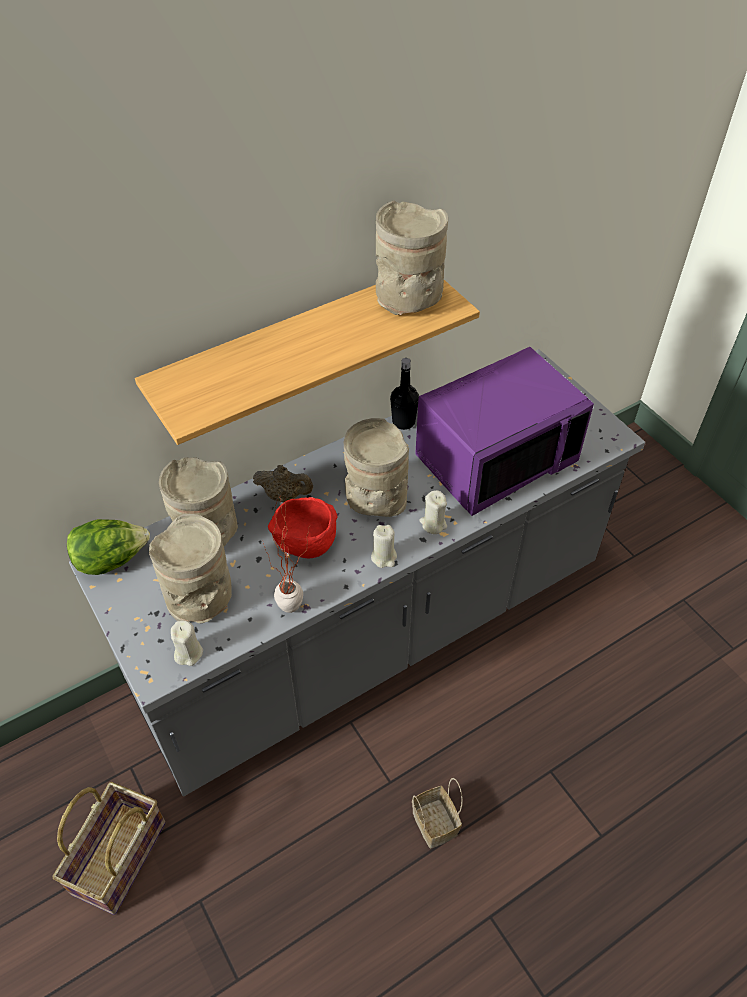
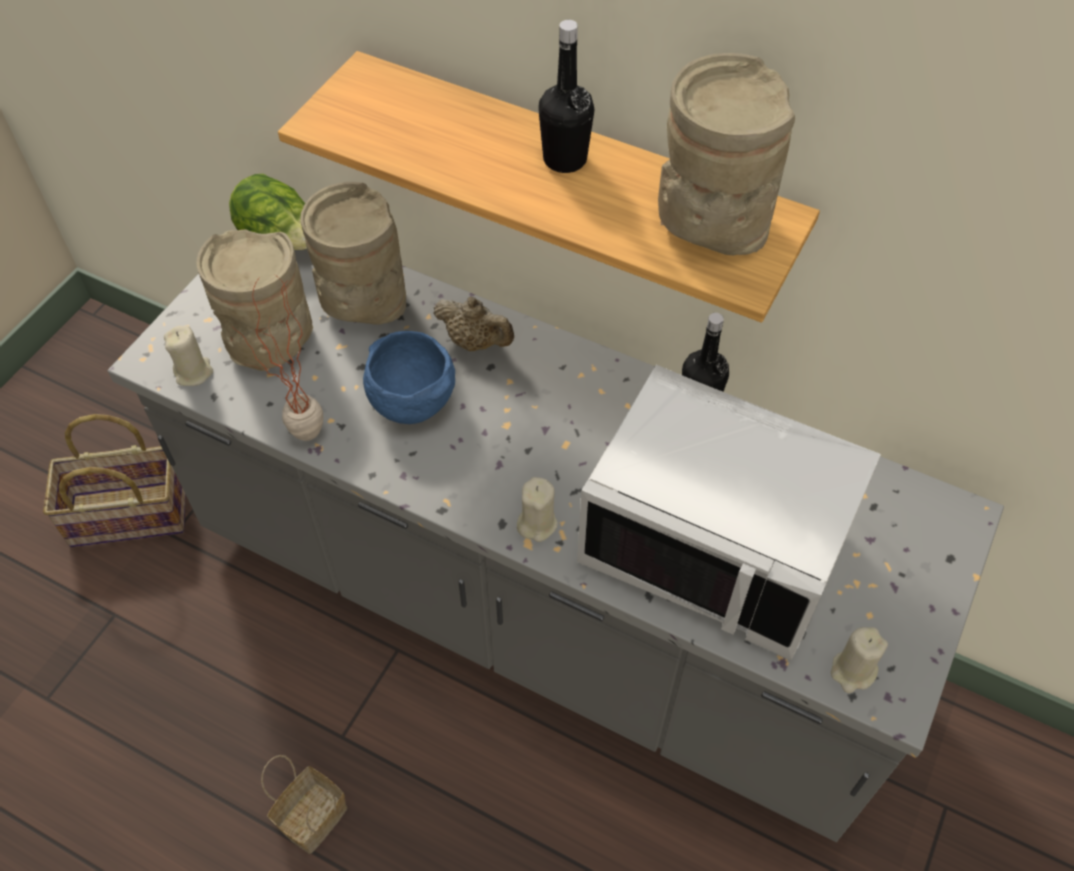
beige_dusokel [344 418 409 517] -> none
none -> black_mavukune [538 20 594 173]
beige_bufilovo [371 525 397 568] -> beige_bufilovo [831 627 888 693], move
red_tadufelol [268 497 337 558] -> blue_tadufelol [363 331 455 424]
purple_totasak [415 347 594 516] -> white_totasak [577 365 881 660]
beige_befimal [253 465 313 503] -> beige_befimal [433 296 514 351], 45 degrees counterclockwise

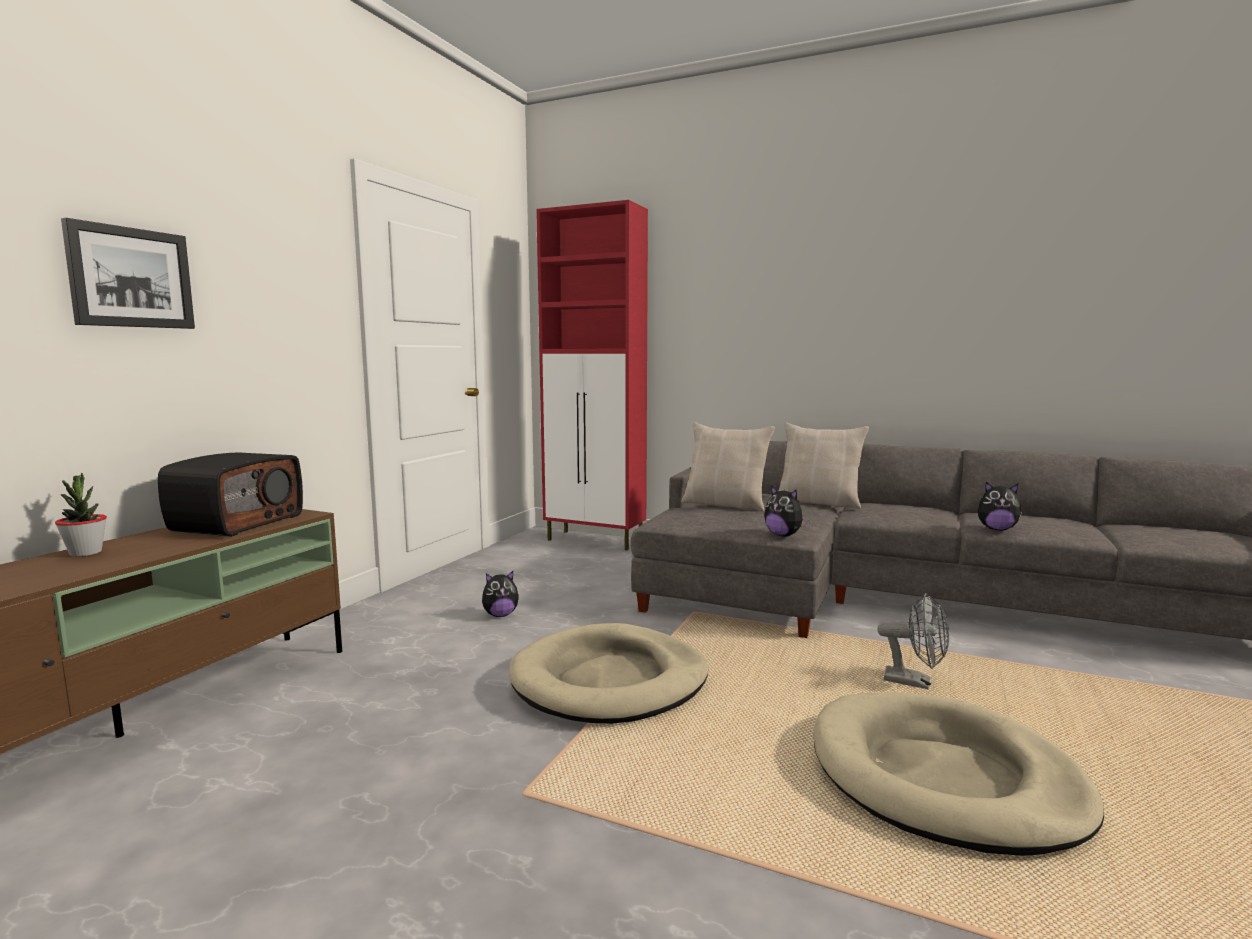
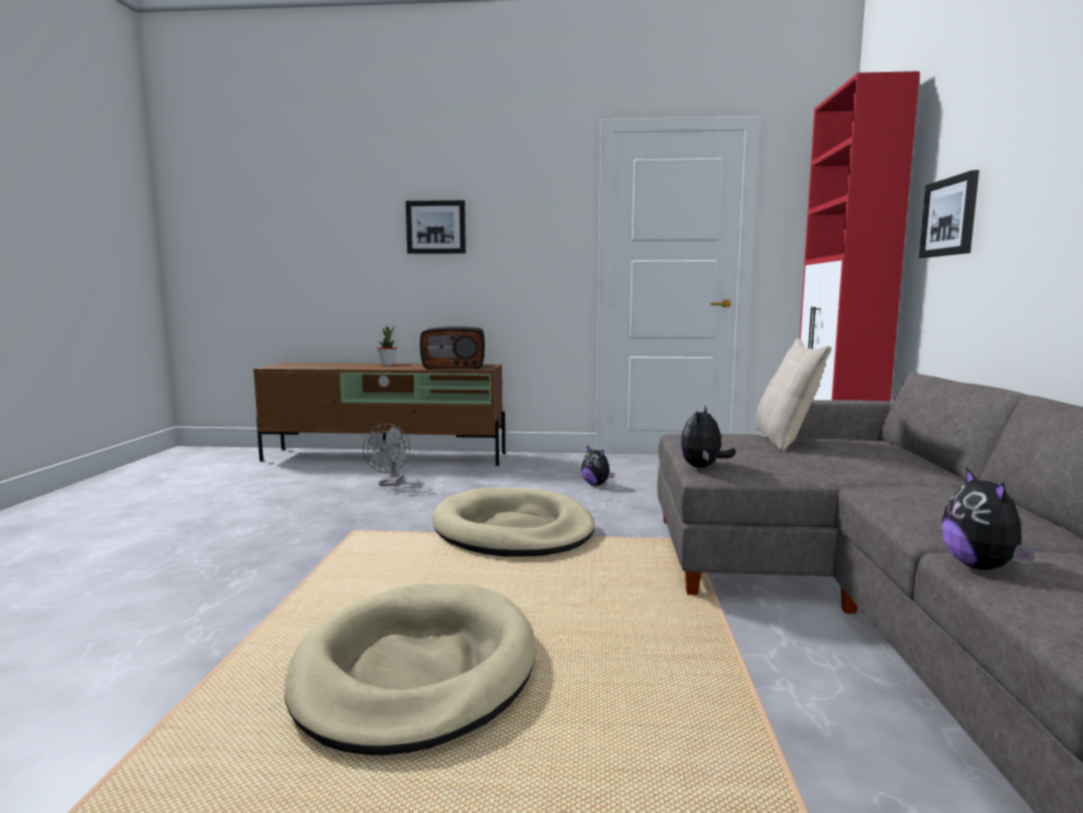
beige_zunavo [779 423 869 509] -> none
none -> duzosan [919 170 979 258]
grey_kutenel [877 593 949 689] -> grey_kutenel [363 424 410 486], move

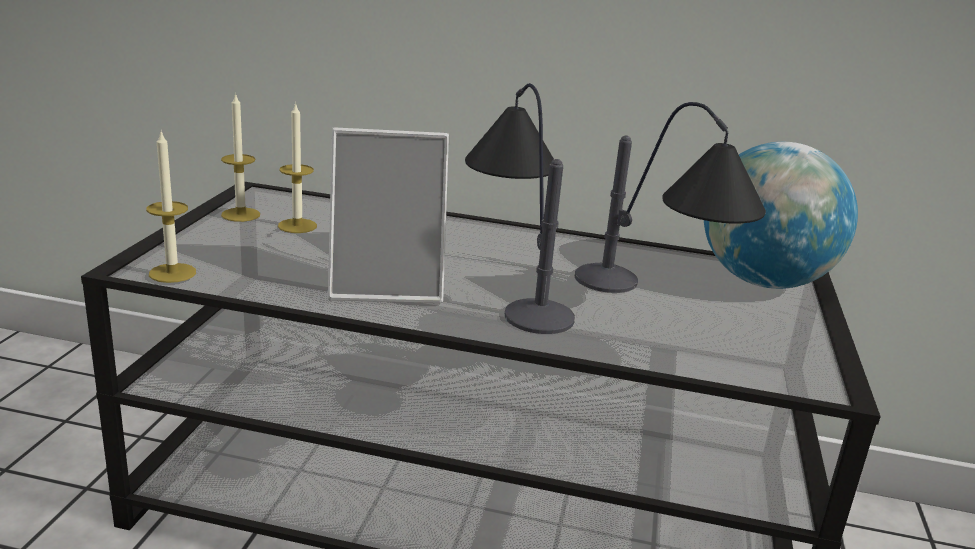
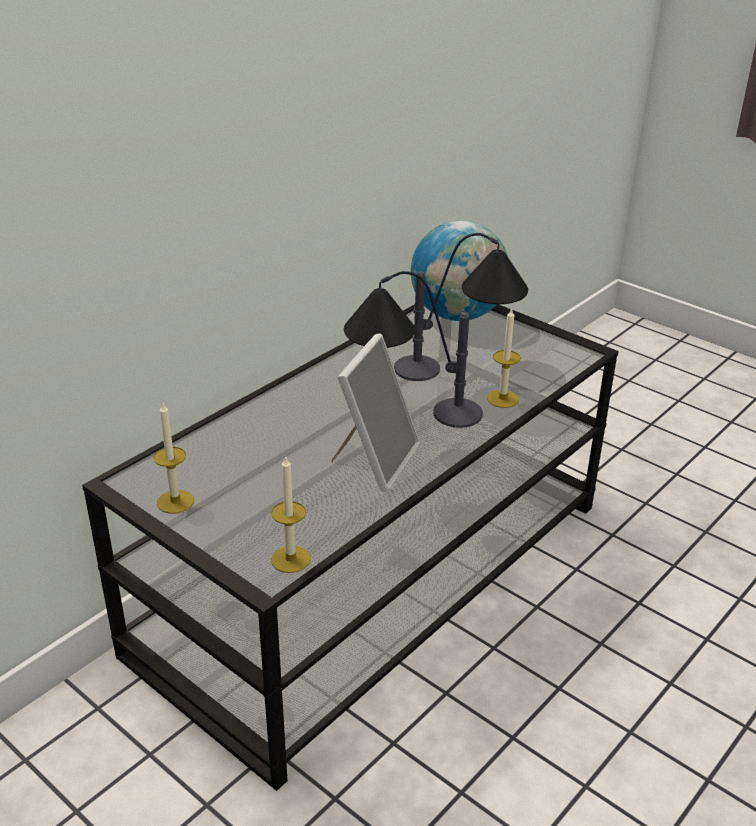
bufilovo [278 102 317 233] -> bufilovo [487 307 521 408], move

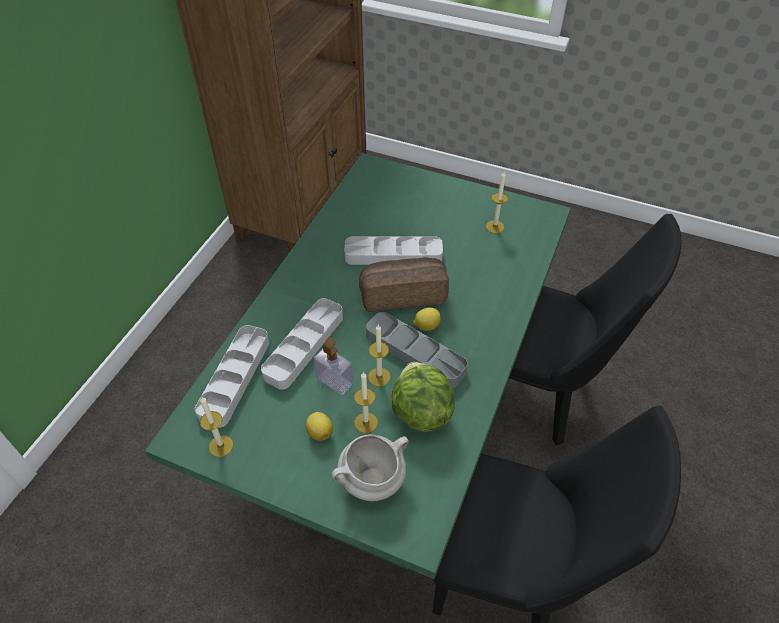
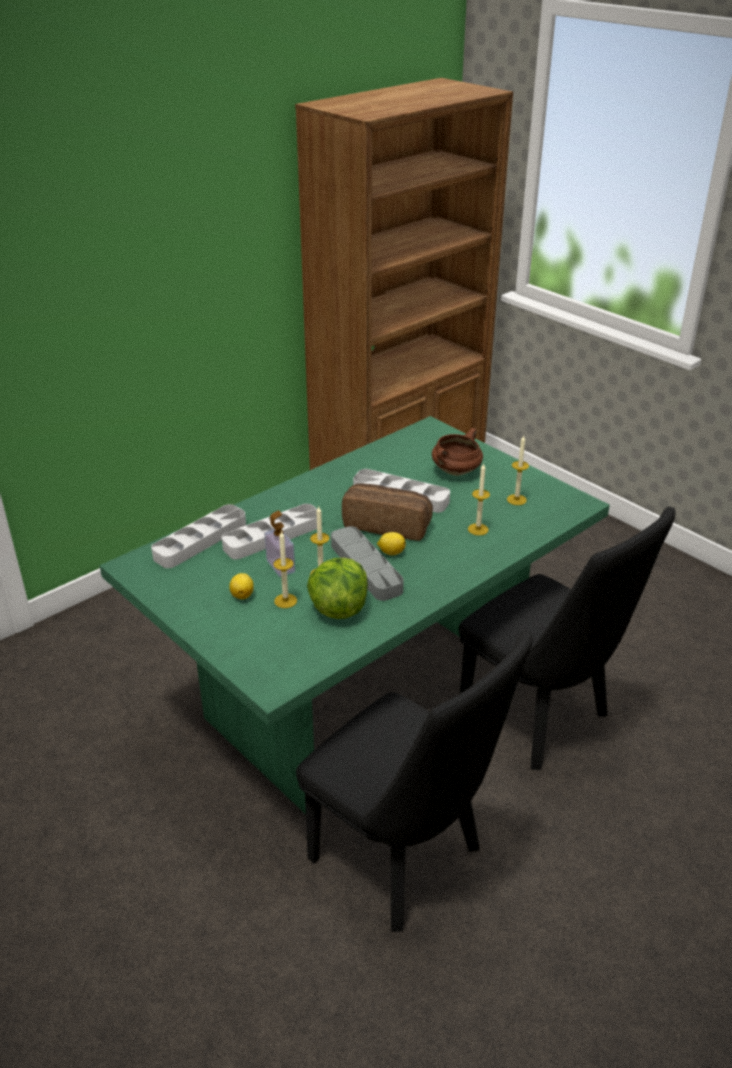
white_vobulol [331 434 409 501] -> none
none -> brown_vobulol [432 428 483 476]
bufilovo [200 396 233 457] -> bufilovo [468 463 490 536], move

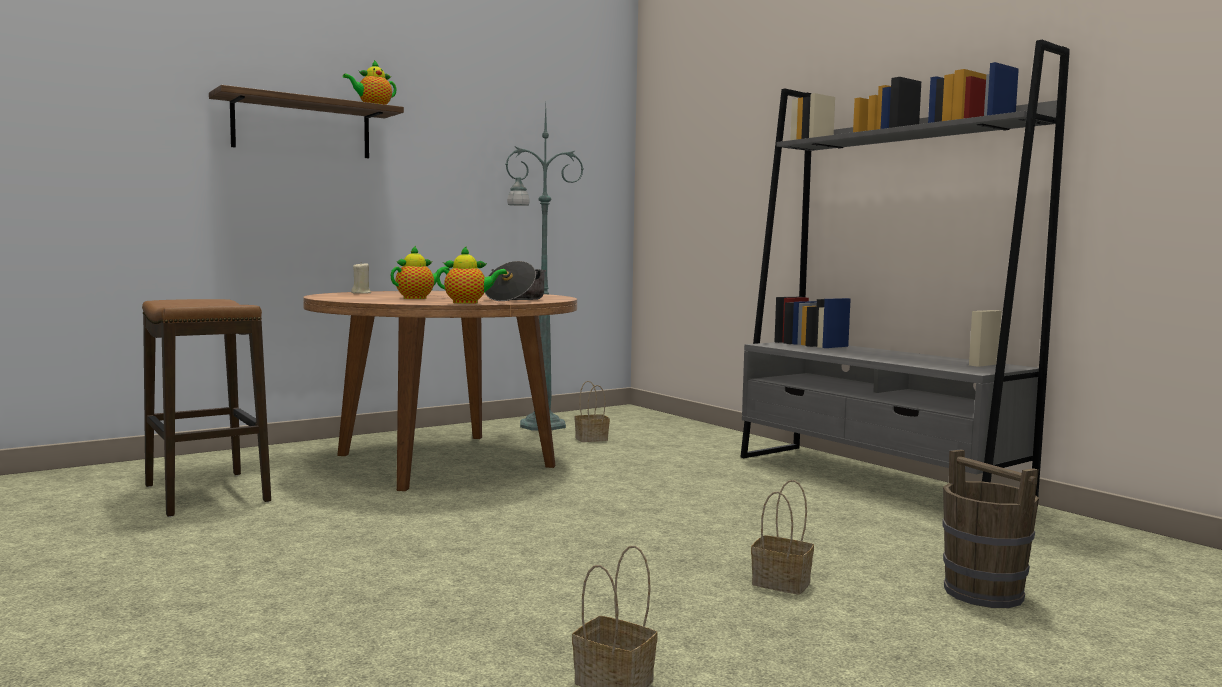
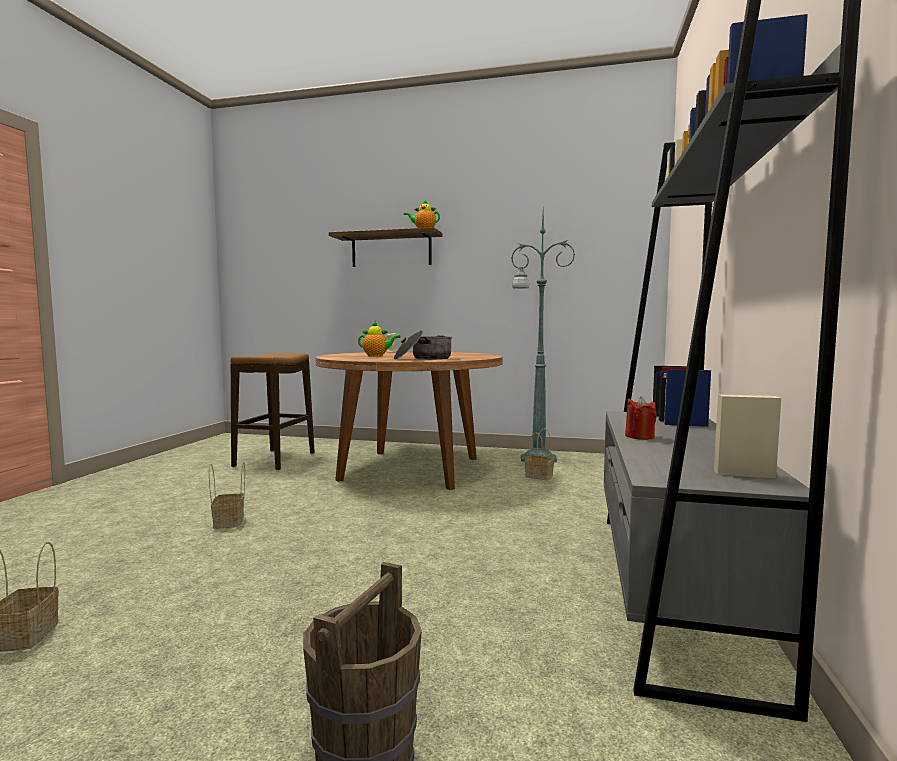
befimal [436 246 507 304] -> none
none -> red_bufilovo [625 396 657 440]
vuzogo [751 480 814 595] -> vuzogo [209 462 245 529], move

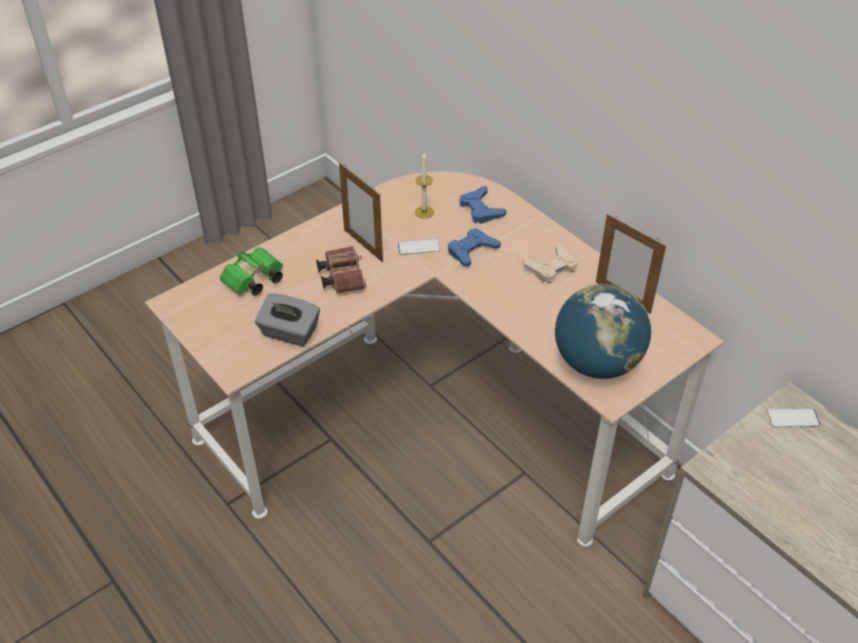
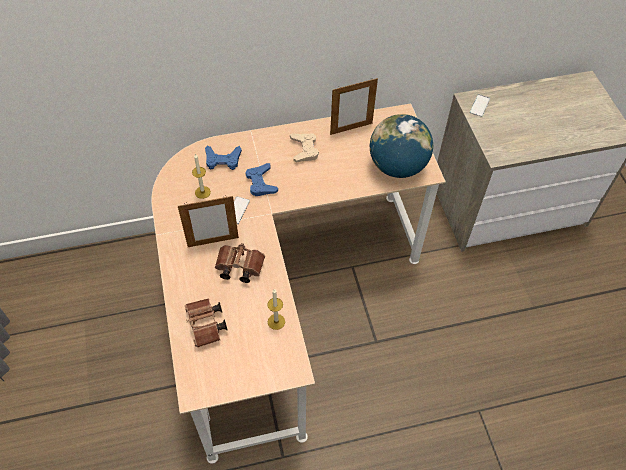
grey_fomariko [255 294 320 346] -> bufilovo [267 289 285 330]
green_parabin [220 247 283 296] -> brown_parabin [185 298 228 348]

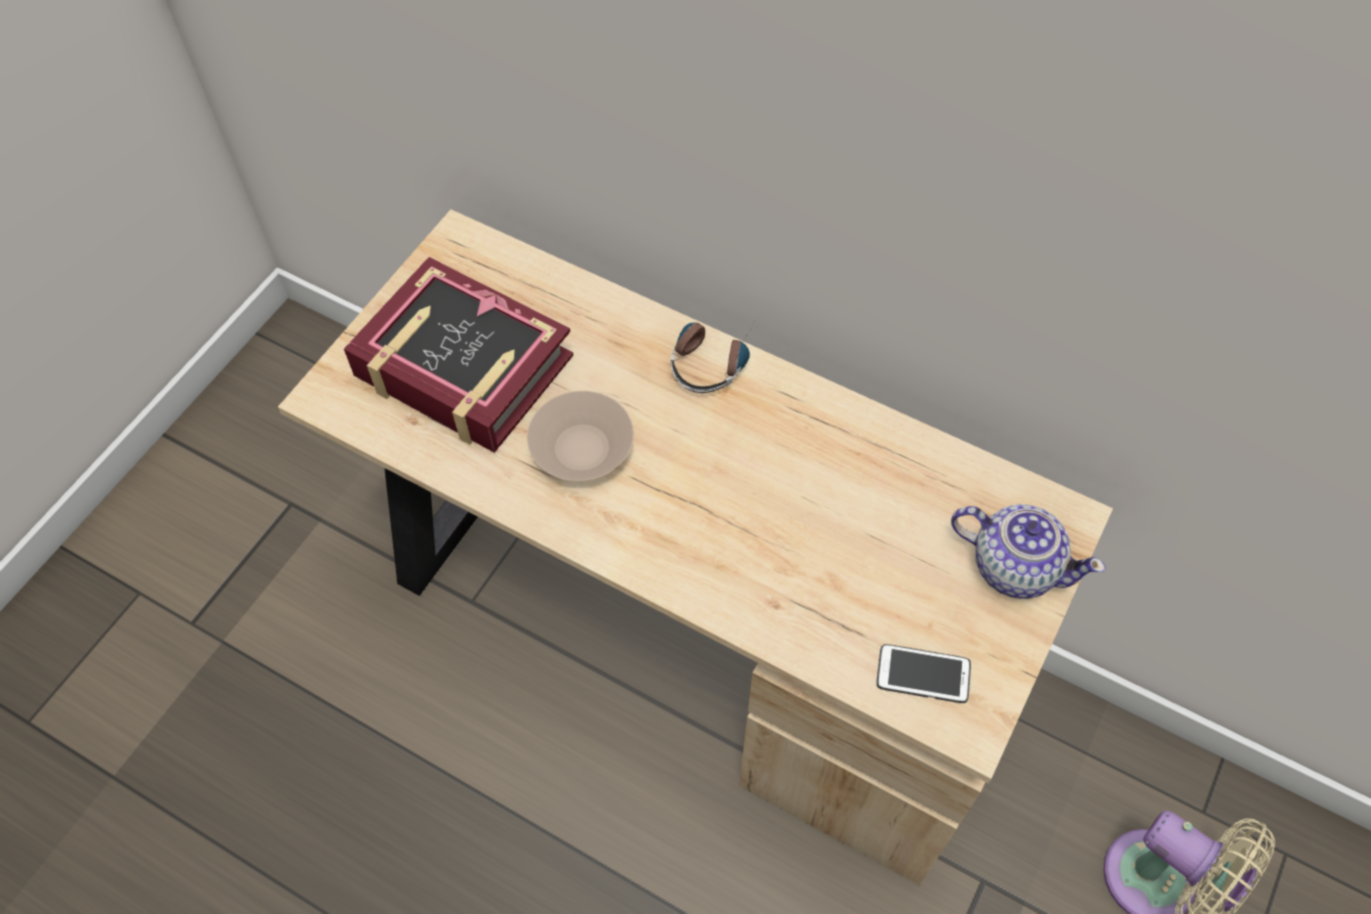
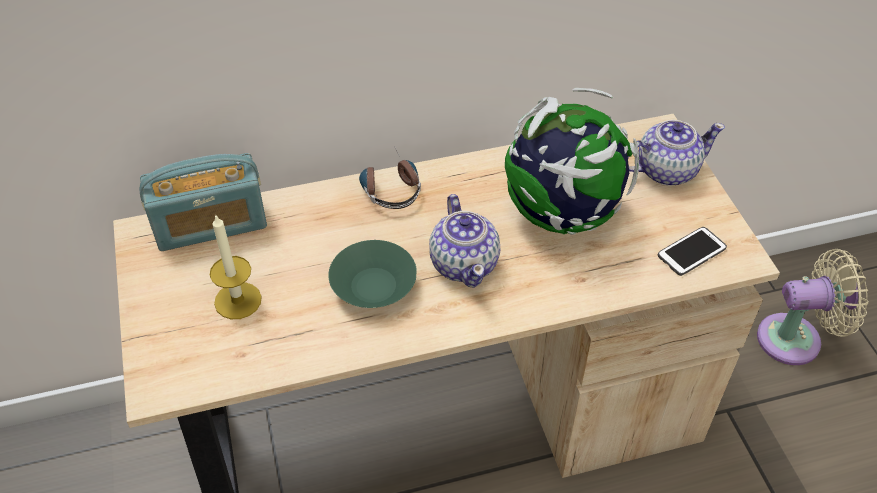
none -> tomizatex [139 153 267 251]
none -> befimal [429 194 500 288]
none -> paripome [505 88 639 235]
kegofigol [344 257 573 453] -> bufilovo [210 214 262 319]
beige_tadufelol [527 391 634 481] -> green_tadufelol [328 240 417 308]

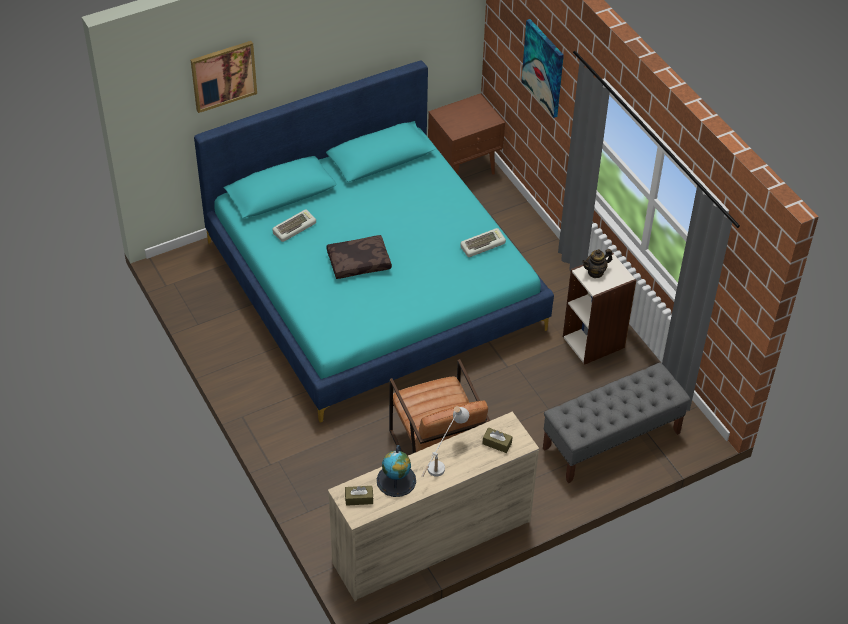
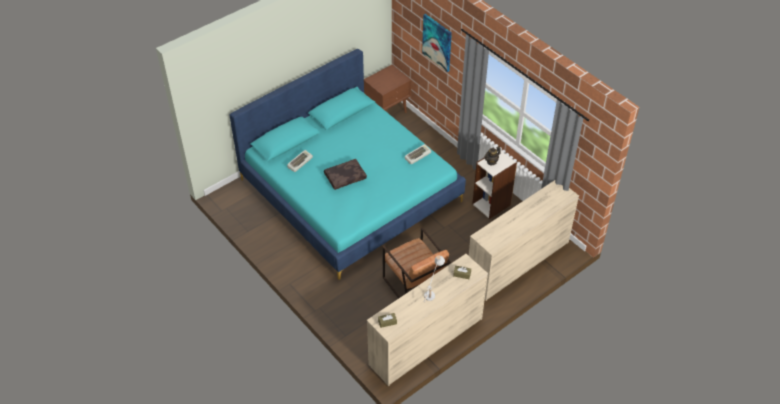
duzosan [191 41 257 113] -> none
paripome [377 445 416 497] -> none
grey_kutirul [543 362 691 483] -> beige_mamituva [469 180 579 301]

